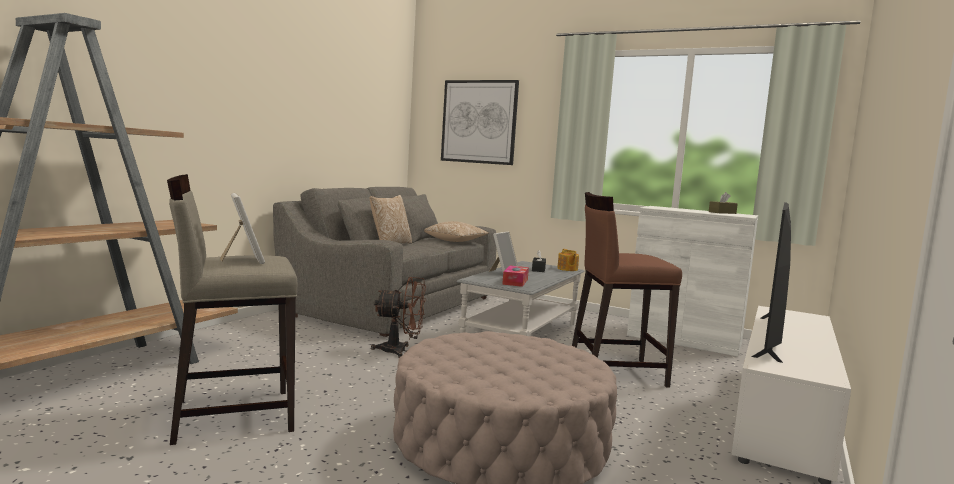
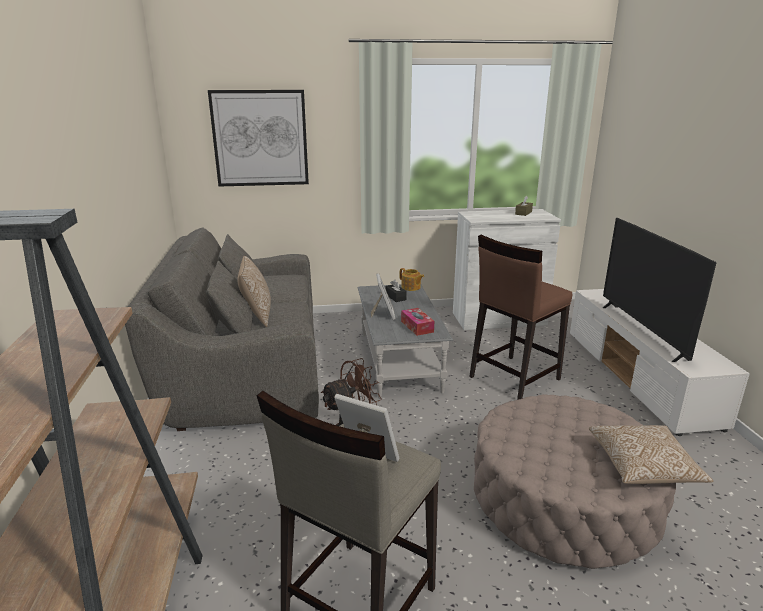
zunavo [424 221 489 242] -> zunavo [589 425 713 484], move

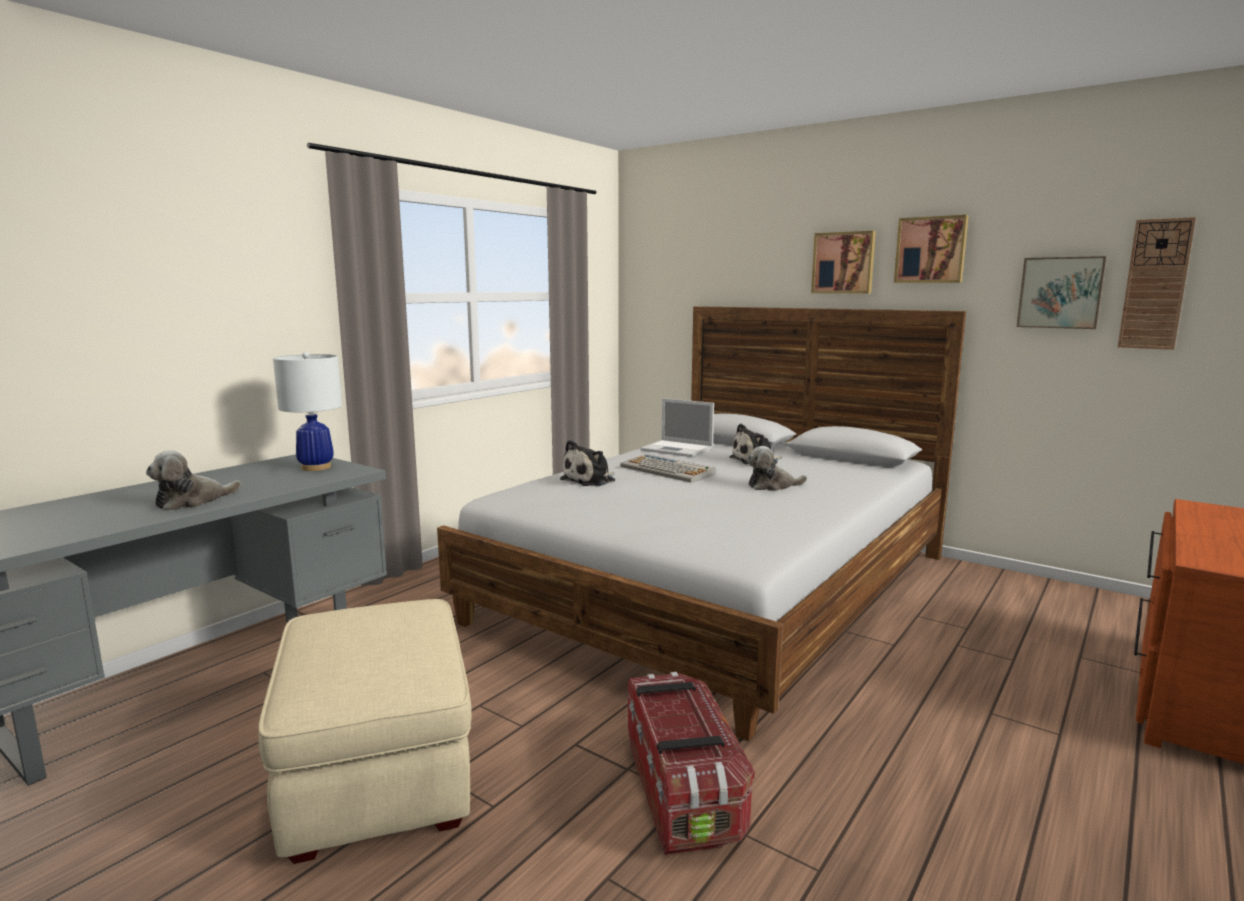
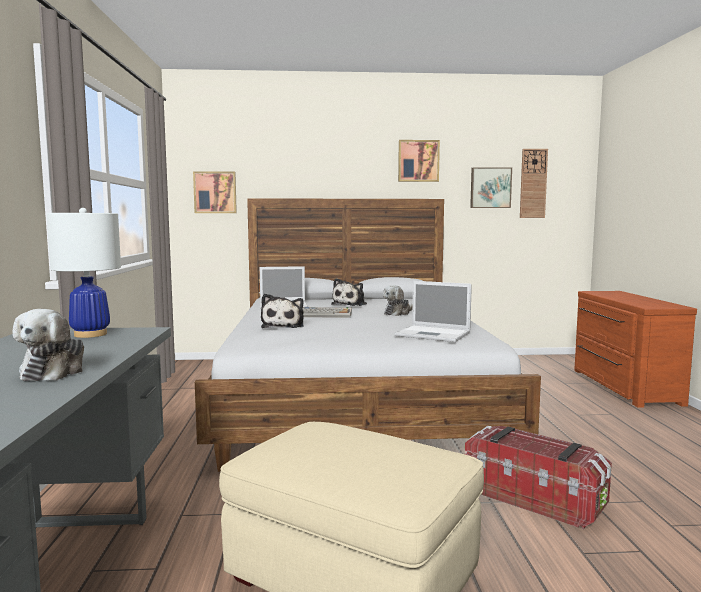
none -> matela [395 281 472 342]
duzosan [811 231 876 293] -> duzosan [193 171 237 213], move

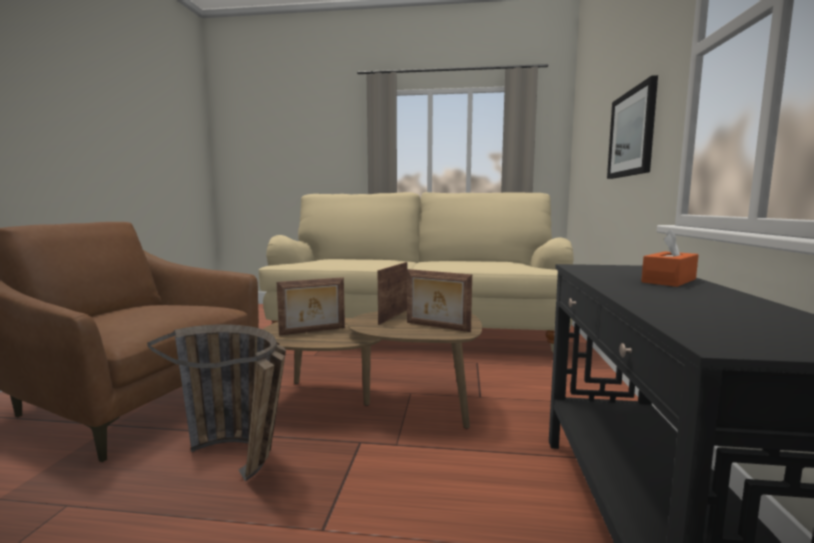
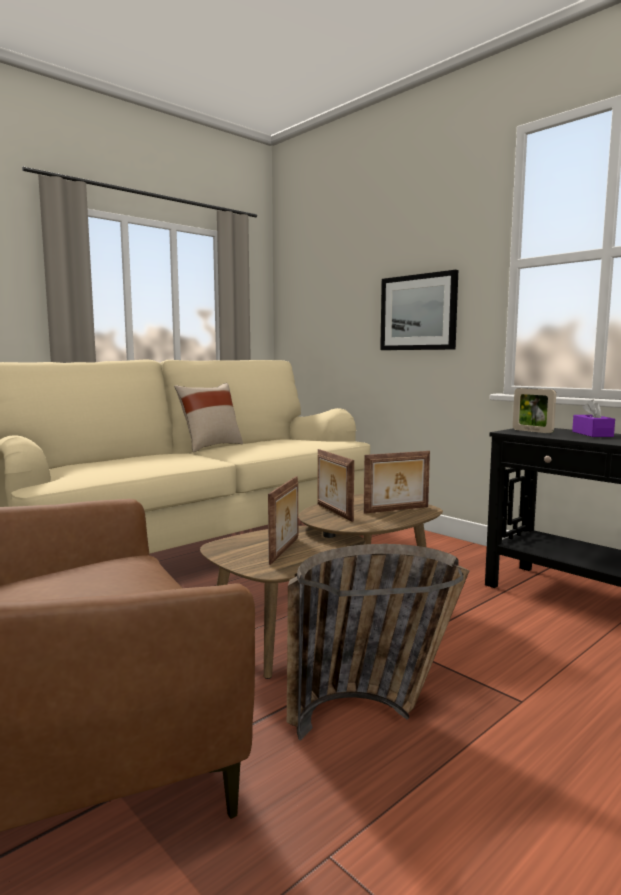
none -> beige_zunavo [174 383 243 452]
none -> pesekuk [513 388 556 433]
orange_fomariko [641 229 698 287] -> purple_fomariko [572 399 615 437]

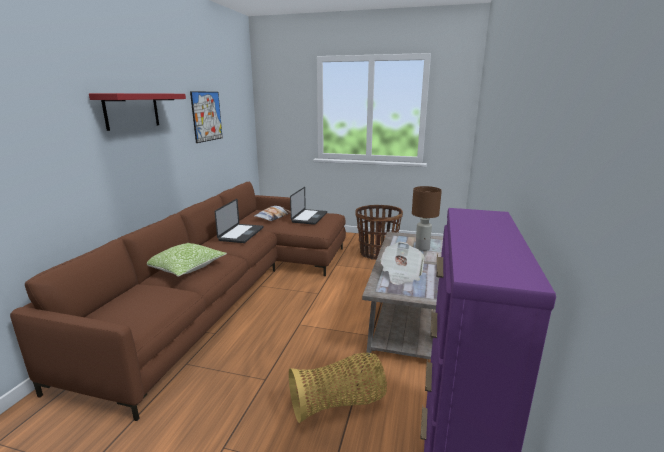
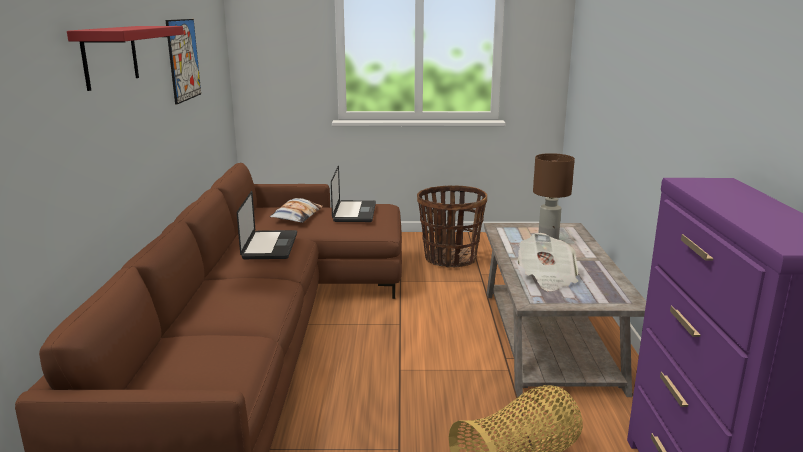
zunavo [147 243 227 277] -> none

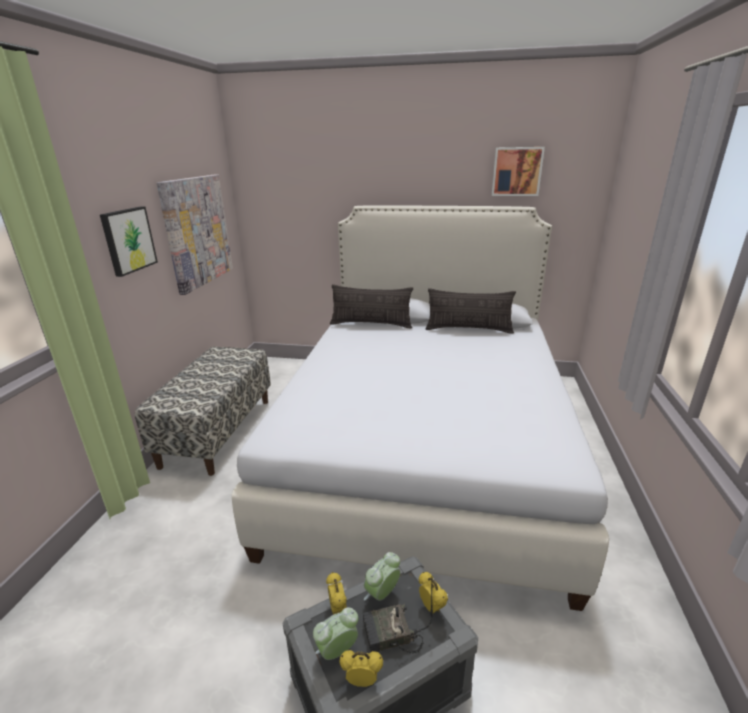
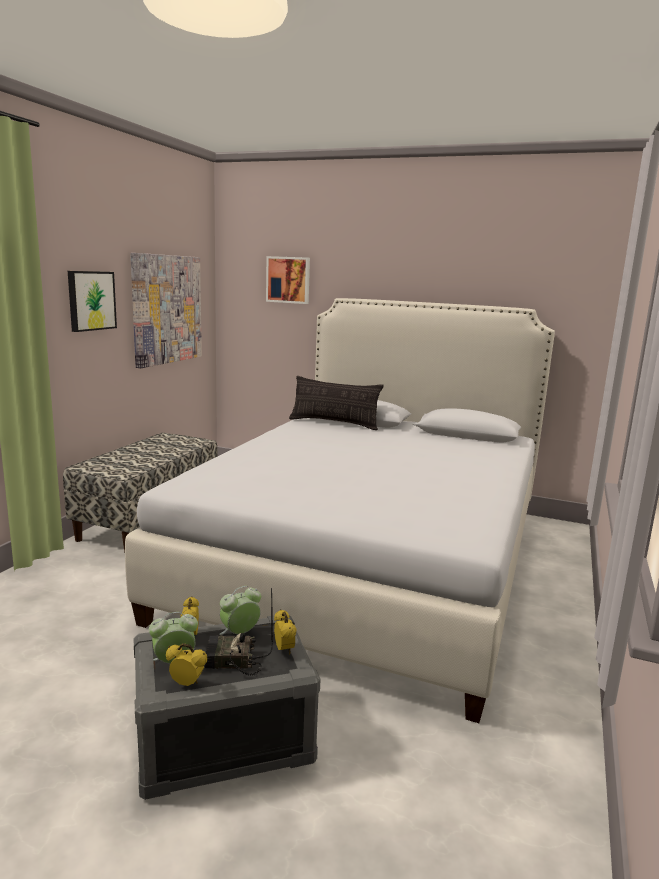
zunavo [426 288 516 334] -> none
duzosan [492 147 545 196] -> duzosan [266 256 310 304], move

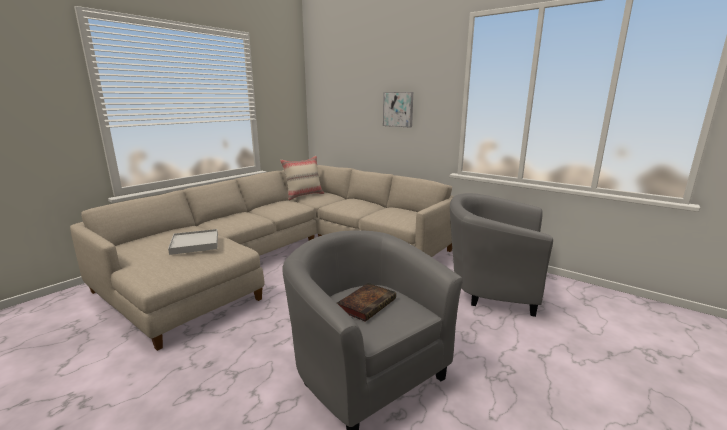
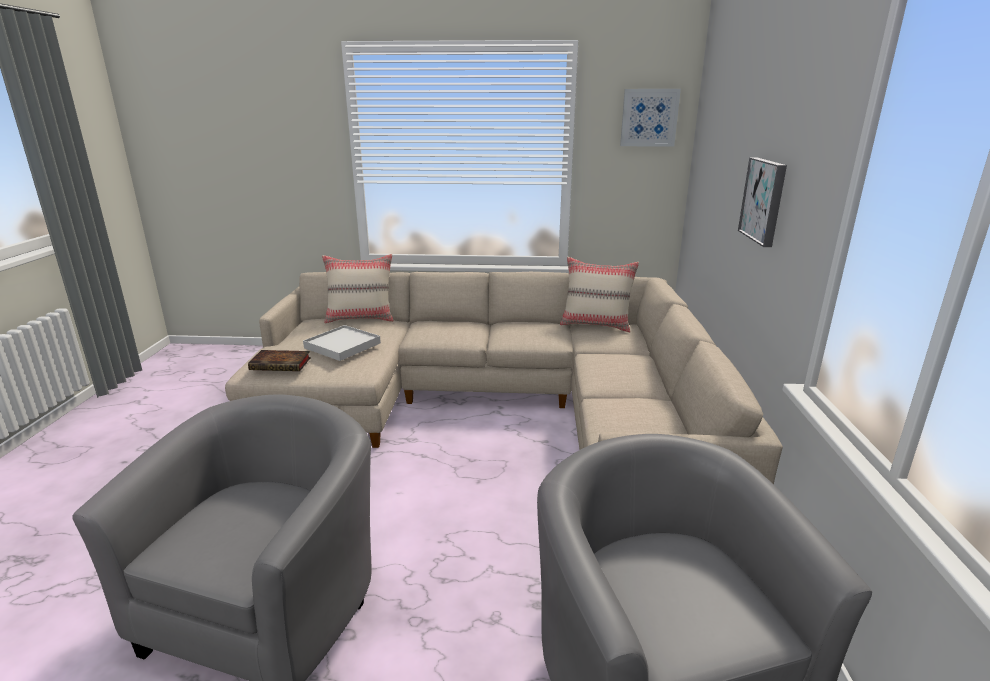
none -> beige_zunavo [322 254 394 323]
none -> duzosan [620 89 681 147]
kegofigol [337 283 396 322] -> kegofigol [248 350 311 371], move

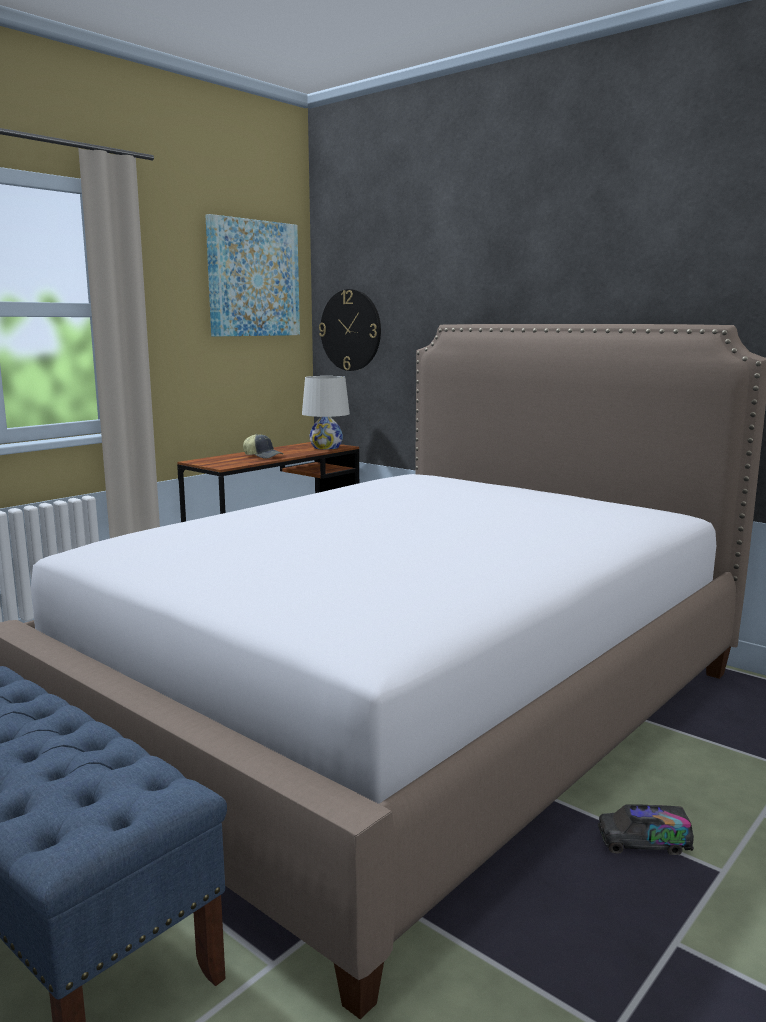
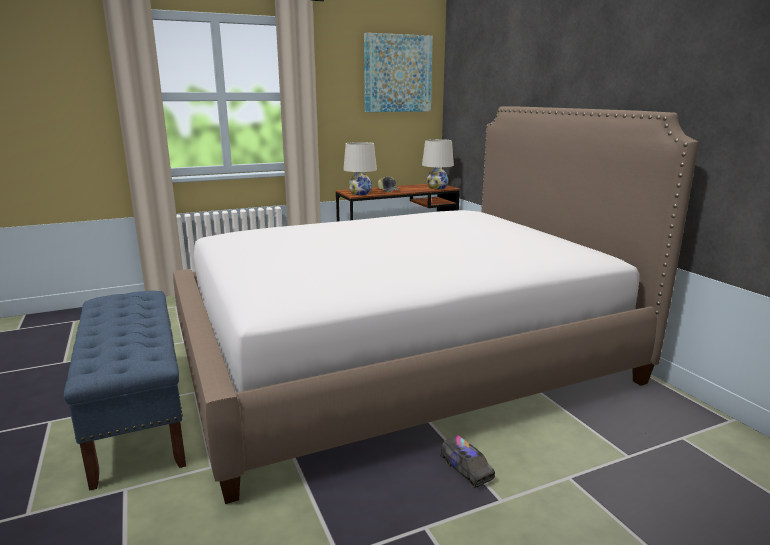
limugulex [319 289 381 371] -> none
none -> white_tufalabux [343 142 377 195]
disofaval [598 804 694 855] -> disofaval [440 435 495 488], 150 degrees counterclockwise

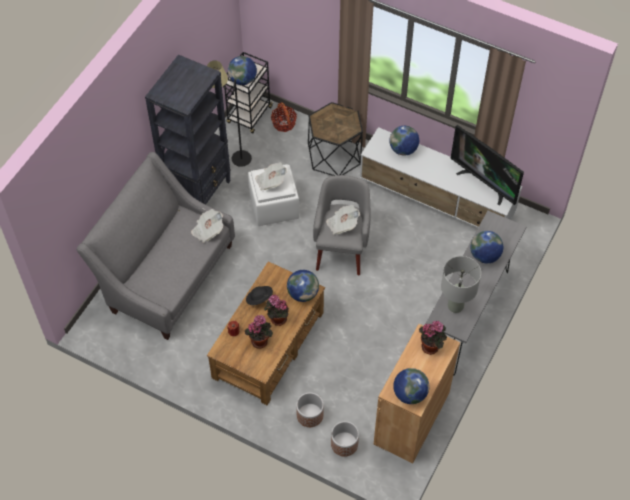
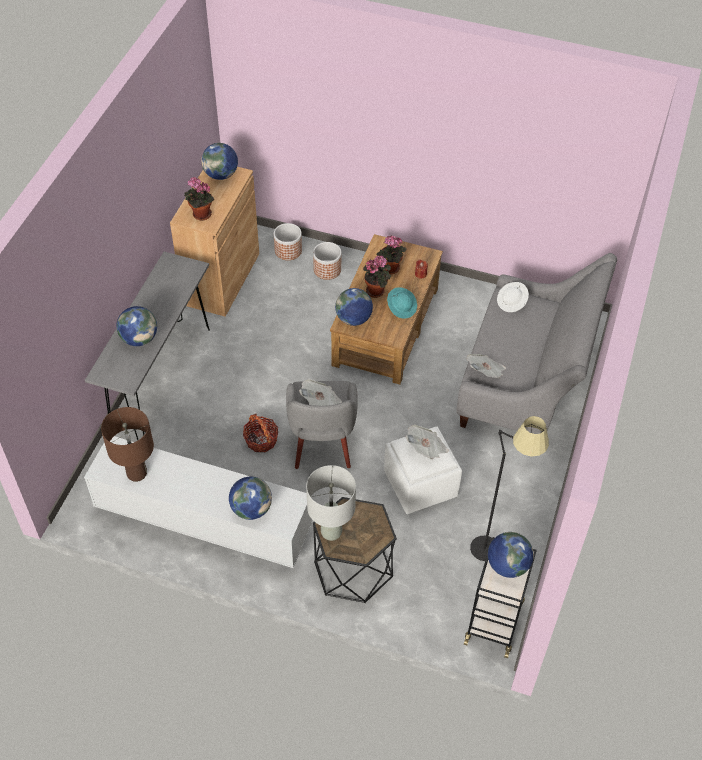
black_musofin [145 55 231 204] -> none
none -> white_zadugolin [497 282 529 312]
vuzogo [271 102 297 132] -> vuzogo [243 414 278 452], move
grey_tufalabux [441 256 481 313] -> grey_tufalabux [306 465 356 541], move
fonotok [451 125 524 205] -> brown_tufalabux [101 407 154 482]
black_zadugolin [246 286 273 305] -> turquoise_zadugolin [387 287 417 319]

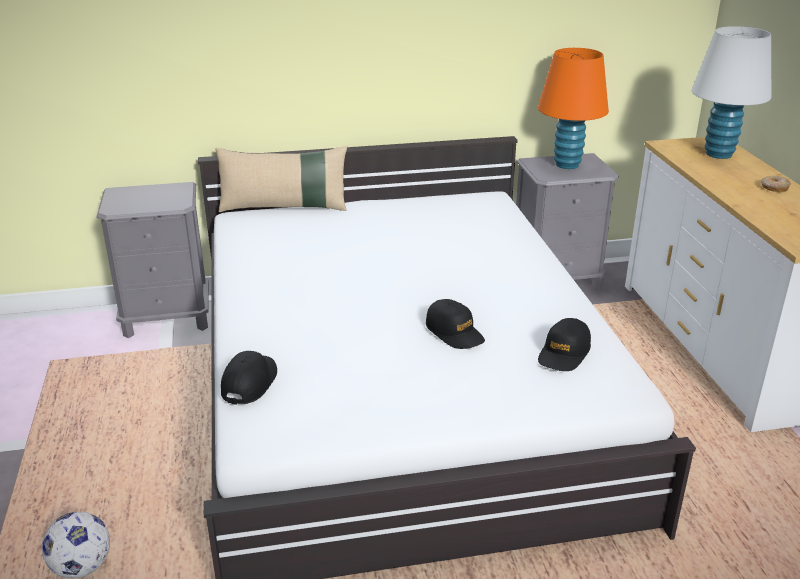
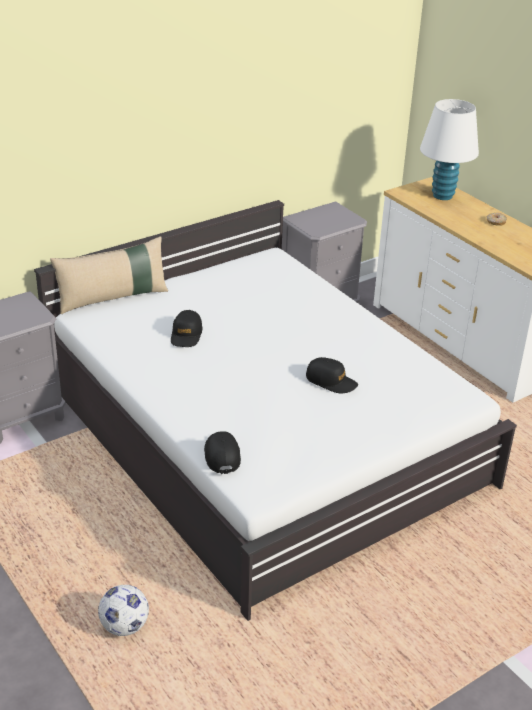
orange_tufalabux [538 48 609 169] -> none
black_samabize [538 318 591 371] -> black_samabize [171 310 203 347], move

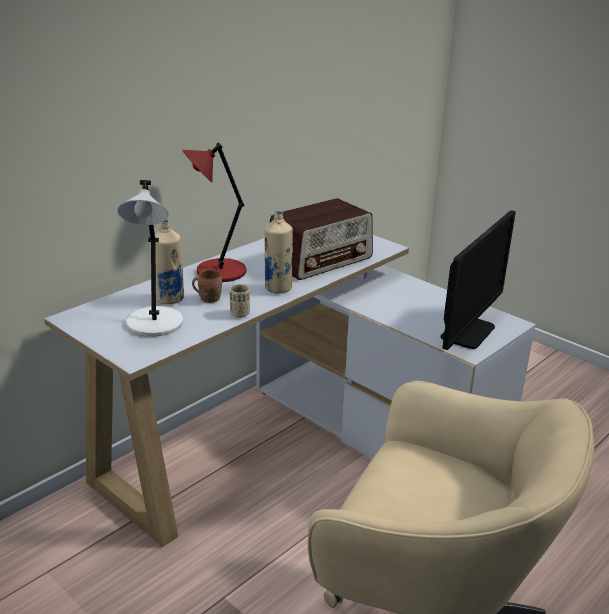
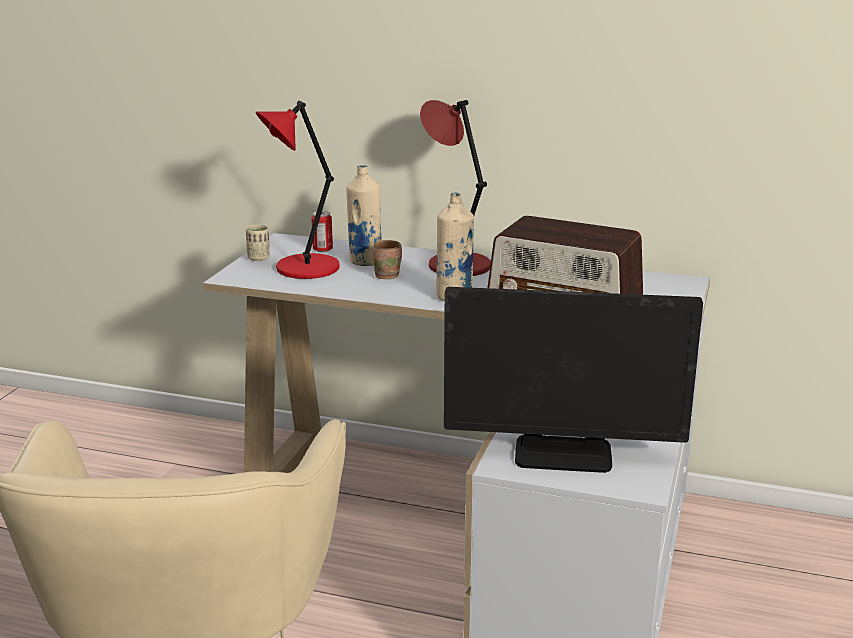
none -> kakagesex [311 211 333 252]
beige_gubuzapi [230 284 250 318] -> beige_gubuzapi [246 225 270 261], move
white_tufalabux [117 180 183 337] -> red_tufalabux [256 101 340 279]

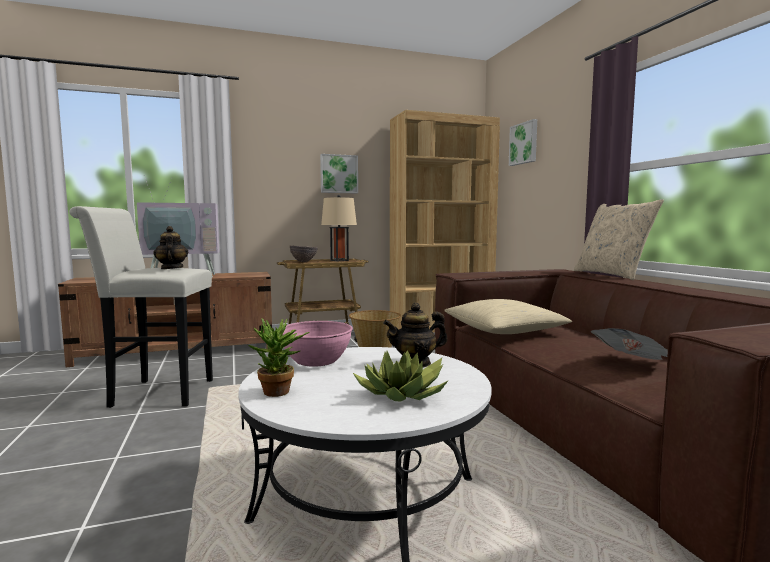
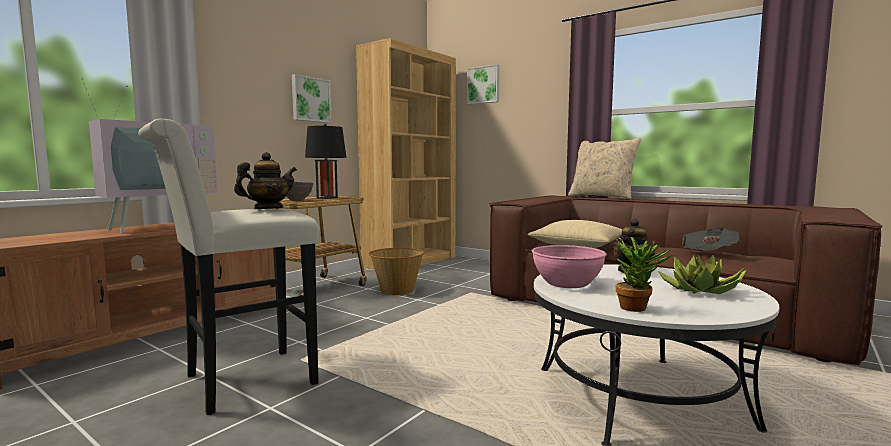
beige_tufalabux [321 195 357 261] -> black_tufalabux [305 123 347 199]
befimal [153 226 189 269] -> befimal [234 152 297 209], 105 degrees clockwise

